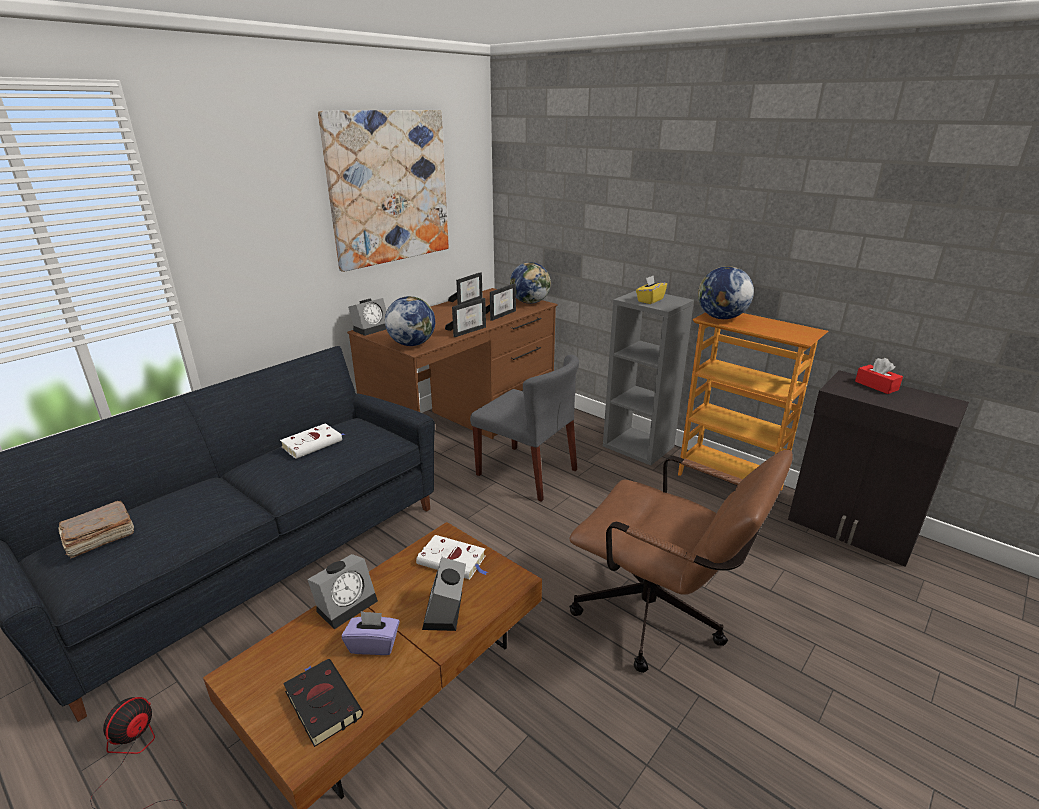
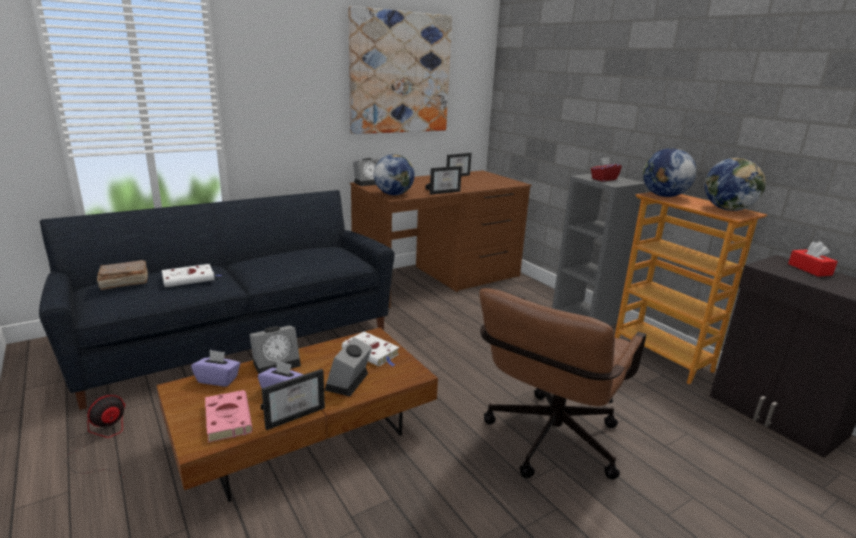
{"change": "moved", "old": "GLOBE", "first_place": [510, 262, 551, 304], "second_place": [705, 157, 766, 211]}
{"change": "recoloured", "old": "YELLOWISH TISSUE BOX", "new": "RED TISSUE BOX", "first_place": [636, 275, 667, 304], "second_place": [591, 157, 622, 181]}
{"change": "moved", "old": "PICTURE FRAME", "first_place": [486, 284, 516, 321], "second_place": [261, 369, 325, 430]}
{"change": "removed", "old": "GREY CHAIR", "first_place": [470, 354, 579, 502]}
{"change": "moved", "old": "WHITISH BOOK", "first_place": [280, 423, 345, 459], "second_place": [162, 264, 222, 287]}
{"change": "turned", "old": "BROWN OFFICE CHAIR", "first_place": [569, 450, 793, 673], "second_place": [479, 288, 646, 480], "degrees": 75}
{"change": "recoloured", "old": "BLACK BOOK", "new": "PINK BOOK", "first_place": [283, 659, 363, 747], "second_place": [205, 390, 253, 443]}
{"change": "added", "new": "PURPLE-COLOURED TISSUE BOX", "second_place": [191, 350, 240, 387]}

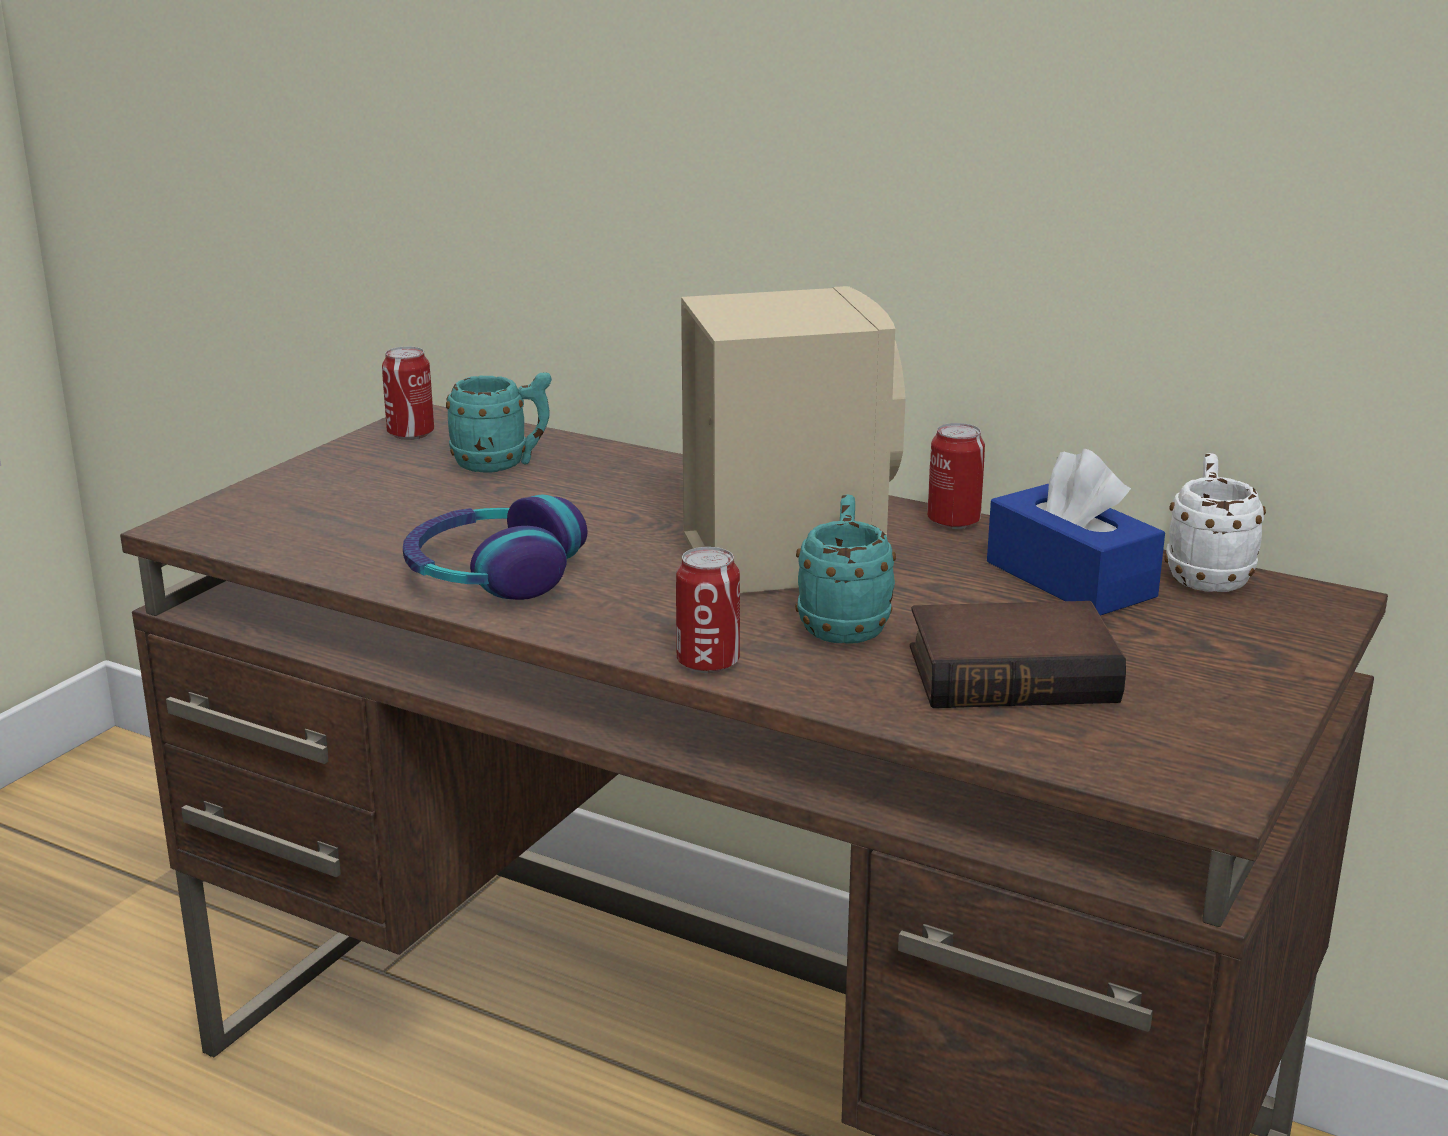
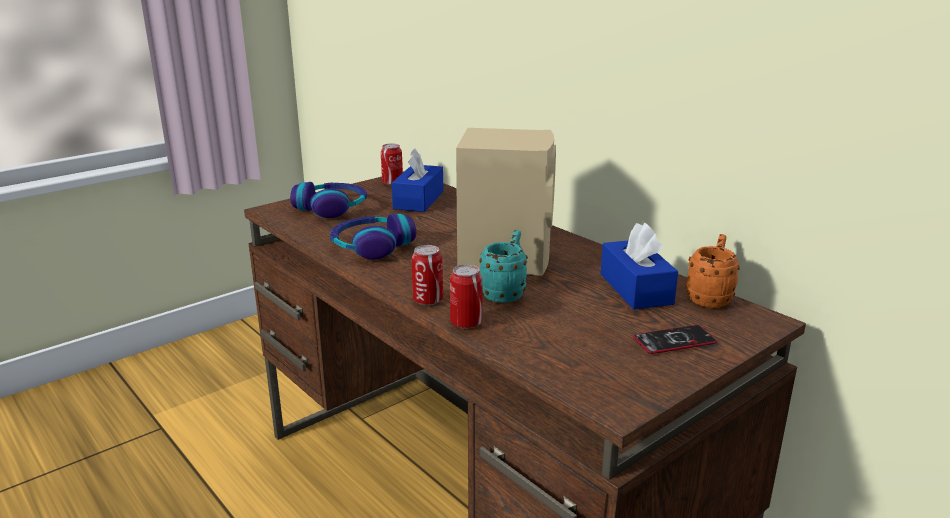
{"change": "replaced", "old": "BLUE-GREEN COFFEE MUG", "new": "BLUE-COLOURED TISSUE BOX", "first_place": [446, 372, 552, 473], "second_place": [392, 148, 443, 212]}
{"change": "moved", "old": "CAN", "first_place": [927, 423, 985, 529], "second_place": [450, 264, 483, 329]}
{"change": "recoloured", "old": "WHITISH COFFEE MUG", "new": "ORANGE-COLOURED COFFEE MUG", "first_place": [1164, 453, 1266, 592], "second_place": [685, 234, 740, 308]}
{"change": "removed", "old": "BOOK", "first_place": [910, 601, 1126, 708]}
{"change": "added", "new": "HEADSET", "second_place": [290, 182, 367, 218]}
{"change": "added", "new": "PHONE", "second_place": [633, 325, 717, 354]}

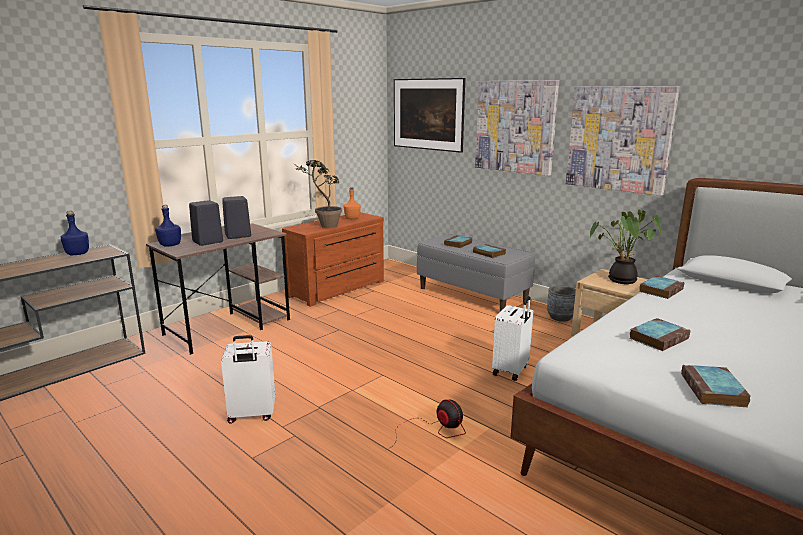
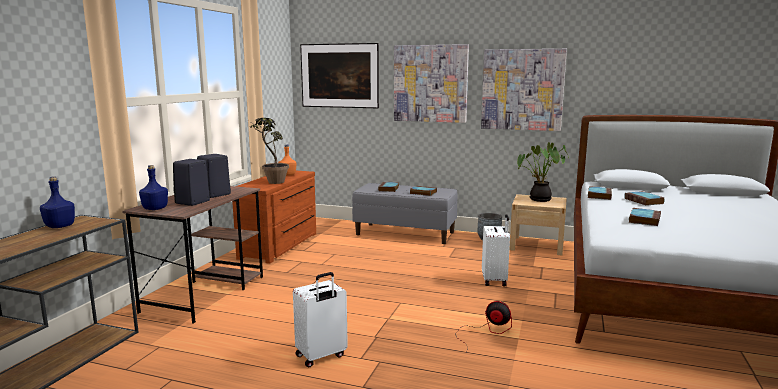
{"change": "moved", "old": "BOOK", "first_place": [681, 365, 750, 407], "second_place": [624, 191, 664, 205]}

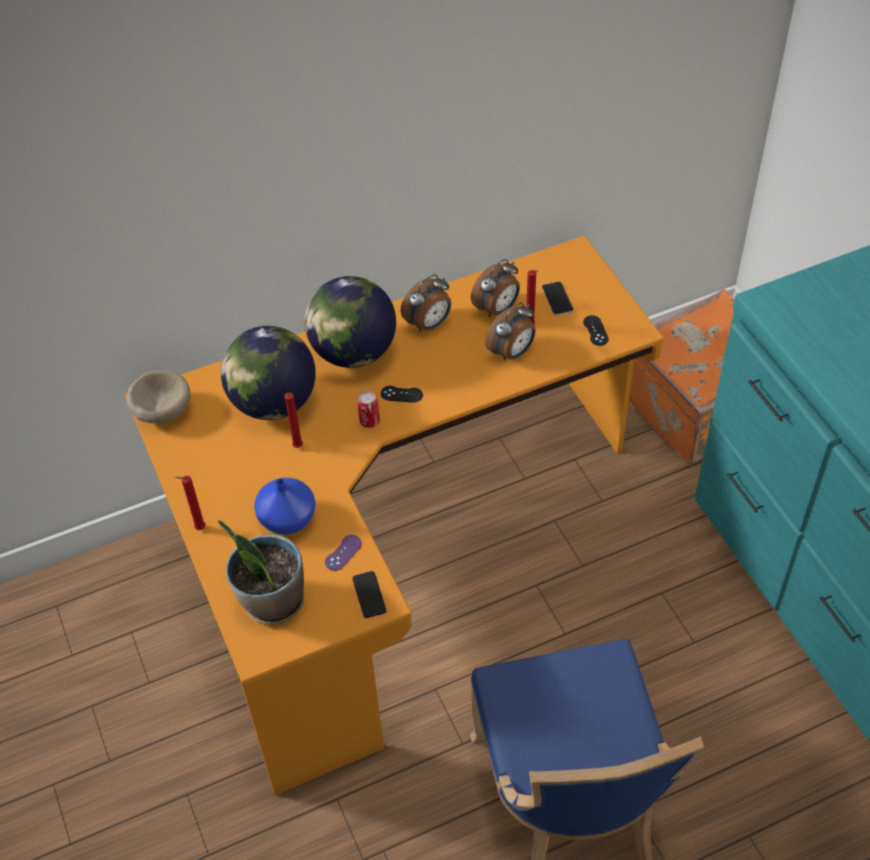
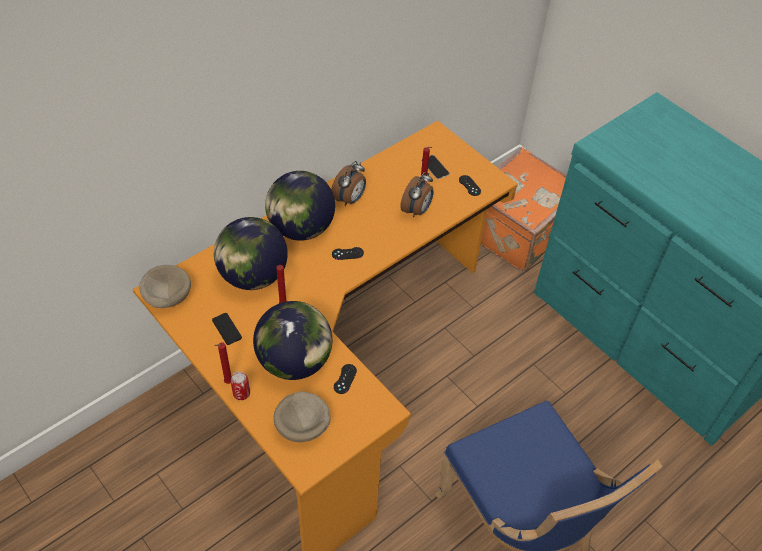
{"change": "removed", "old": "TABLE CLOCK", "first_place": [471, 259, 520, 317]}
{"change": "moved", "old": "CAN", "first_place": [357, 391, 380, 428], "second_place": [231, 371, 250, 400]}
{"change": "replaced", "old": "BLUE-COLOURED VASE", "new": "GLOBE", "first_place": [254, 478, 315, 535], "second_place": [253, 301, 332, 380]}
{"change": "replaced", "old": "PLANT IN A POT", "new": "BEIGE DEEP DISH", "first_place": [218, 520, 304, 624], "second_place": [274, 391, 331, 442]}
{"change": "recoloured", "old": "PURPLE-COLOURED JOYPAD", "new": "BLACK JOYPAD", "first_place": [325, 535, 362, 571], "second_place": [334, 364, 357, 394]}
{"change": "moved", "old": "PHONE", "first_place": [352, 571, 386, 618], "second_place": [212, 313, 242, 345]}

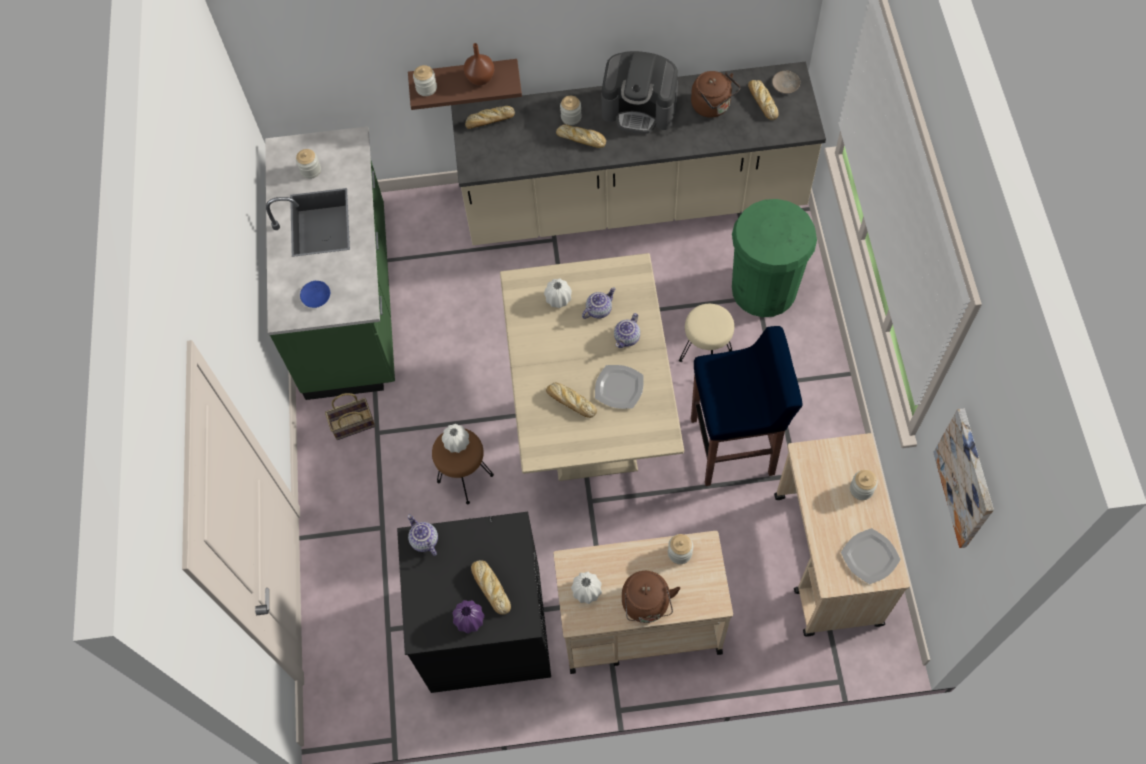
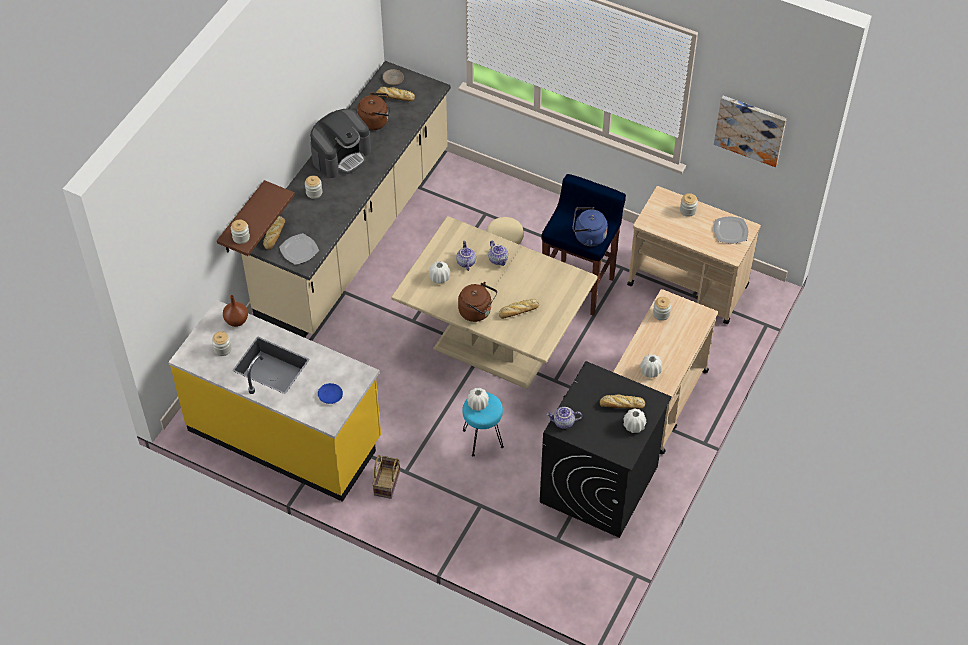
{"change": "moved", "old": "BROWN VASE", "first_place": [464, 43, 495, 85], "second_place": [223, 295, 248, 327]}
{"change": "removed", "old": "BREAD", "first_place": [556, 124, 606, 148]}
{"change": "recoloured", "old": "GREENISH COUNTER", "new": "YELLOWISH COUNTER", "first_place": [265, 126, 395, 400], "second_place": [168, 300, 381, 502]}
{"change": "removed", "old": "GREENISH RUBBISH BIN", "first_place": [732, 199, 817, 317]}
{"change": "moved", "old": "DINNER PLATE", "first_place": [595, 365, 644, 409], "second_place": [279, 233, 319, 265]}
{"change": "recoloured", "old": "BROWN STOOL", "new": "BLUE-GREEN STOOL", "first_place": [432, 429, 494, 504], "second_place": [462, 392, 504, 456]}
{"change": "moved", "old": "BROWN TEA KETTLE", "first_place": [622, 571, 680, 623], "second_place": [458, 282, 497, 322]}
{"change": "recoloured", "old": "PURPLE-COLOURED VASE", "new": "WHITISH VASE", "first_place": [453, 600, 485, 634], "second_place": [623, 408, 646, 433]}
{"change": "added", "new": "BLUE-COLOURED TEA KETTLE", "second_place": [572, 207, 608, 246]}

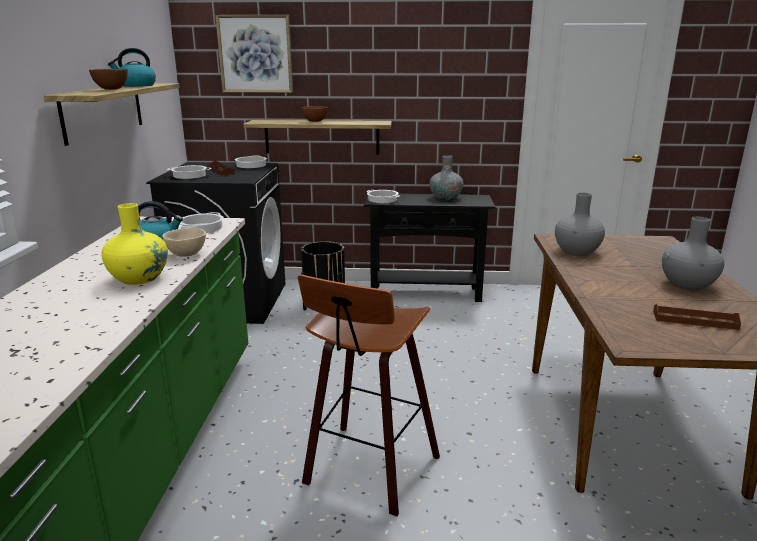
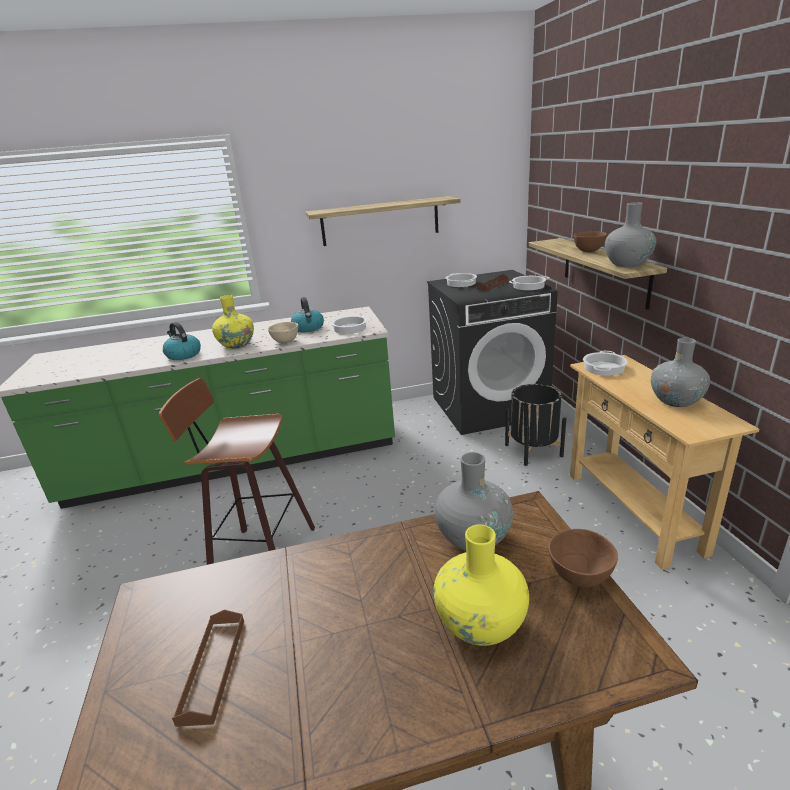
{"change": "removed", "old": "WALL ART", "first_place": [215, 15, 293, 93]}
{"change": "moved", "old": "TEA KETTLE", "first_place": [108, 48, 156, 87], "second_place": [163, 322, 201, 360]}
{"change": "moved", "old": "BROWN DEEP DISH", "first_place": [89, 69, 128, 90], "second_place": [548, 529, 618, 587]}
{"change": "recoloured", "old": "BLACK HALL TABLE", "new": "BEIGE HALL TABLE", "first_place": [364, 194, 495, 302], "second_place": [570, 355, 759, 570]}
{"change": "moved", "old": "GREY VASE", "first_place": [662, 217, 724, 290], "second_place": [605, 202, 656, 267]}
{"change": "added", "new": "YELLOWISH VASE", "second_place": [433, 524, 529, 646]}

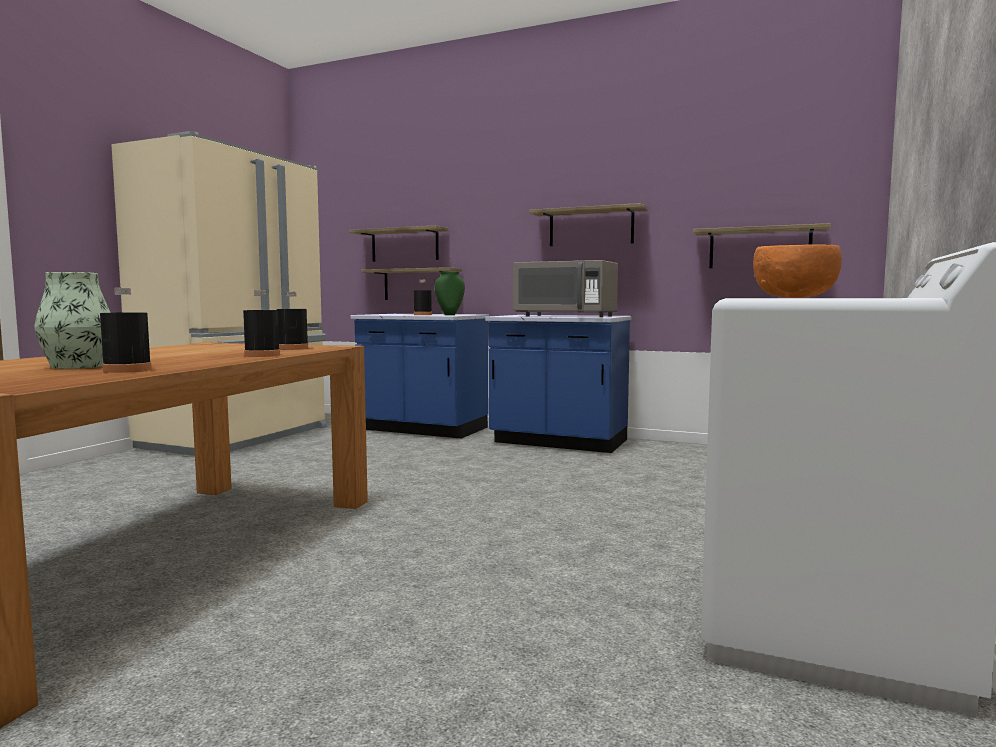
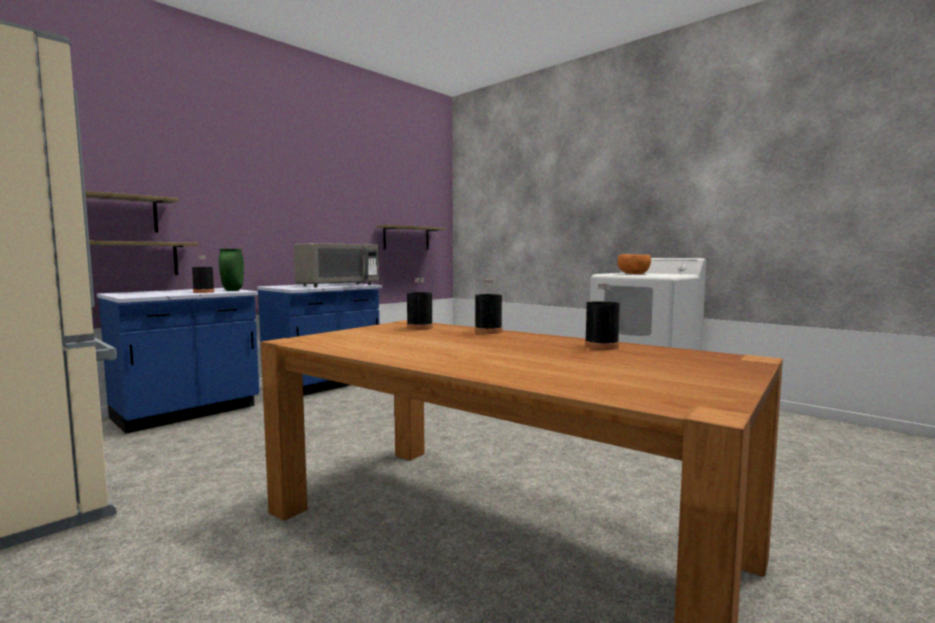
{"change": "removed", "old": "BRACKET SHELF", "first_place": [529, 203, 648, 246]}
{"change": "removed", "old": "VASE", "first_place": [34, 272, 111, 369]}

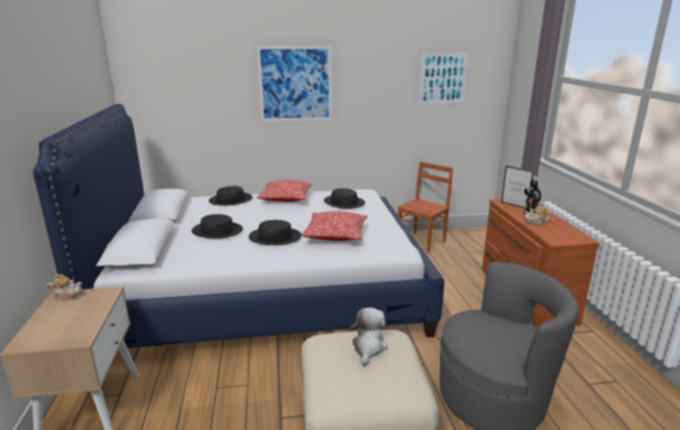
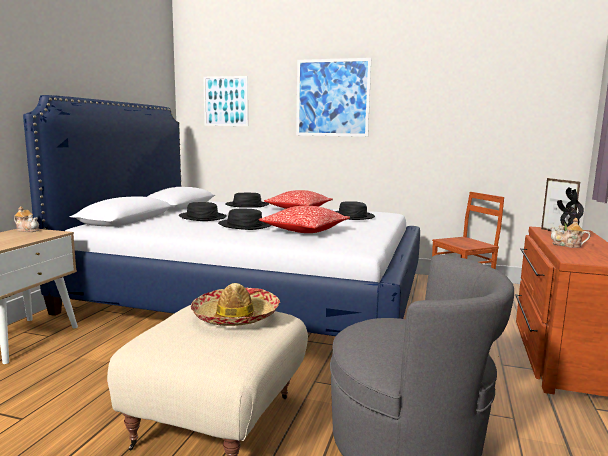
{"change": "moved", "old": "WALL ART", "first_place": [418, 53, 468, 104], "second_place": [203, 76, 248, 126]}
{"change": "replaced", "old": "CUDDLY TOY", "new": "HAT", "first_place": [351, 307, 387, 366], "second_place": [191, 283, 280, 326]}

